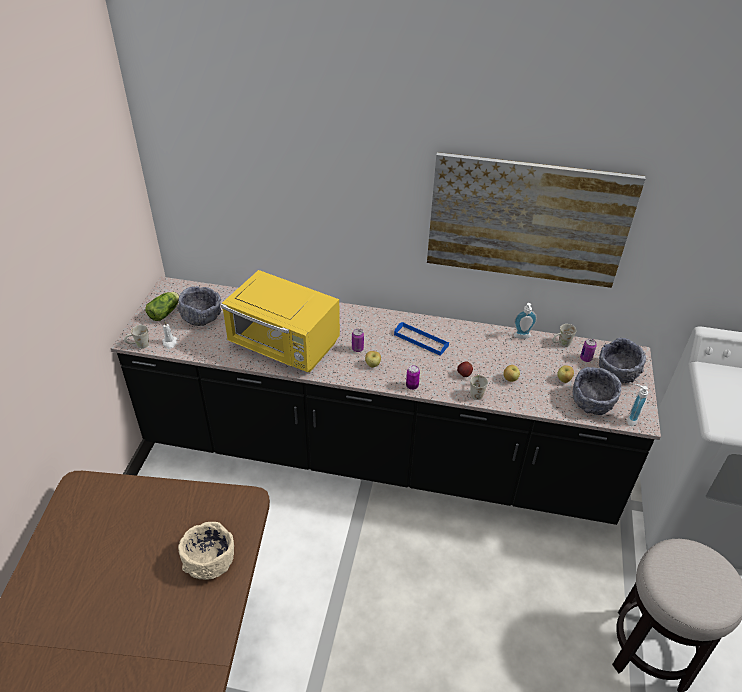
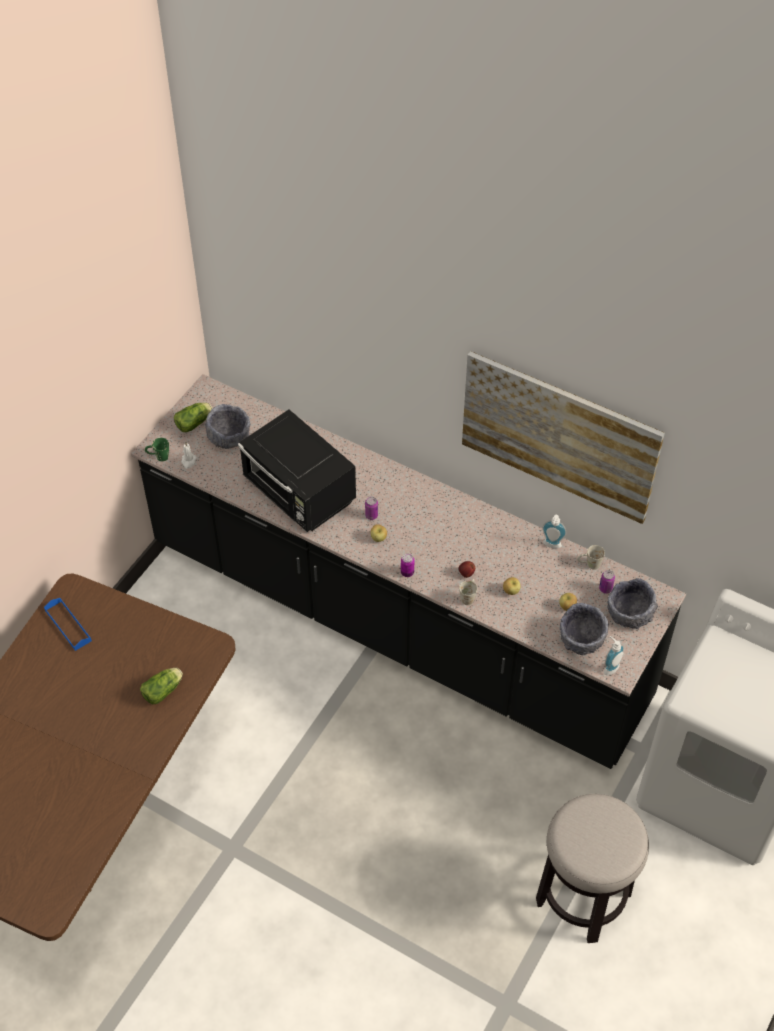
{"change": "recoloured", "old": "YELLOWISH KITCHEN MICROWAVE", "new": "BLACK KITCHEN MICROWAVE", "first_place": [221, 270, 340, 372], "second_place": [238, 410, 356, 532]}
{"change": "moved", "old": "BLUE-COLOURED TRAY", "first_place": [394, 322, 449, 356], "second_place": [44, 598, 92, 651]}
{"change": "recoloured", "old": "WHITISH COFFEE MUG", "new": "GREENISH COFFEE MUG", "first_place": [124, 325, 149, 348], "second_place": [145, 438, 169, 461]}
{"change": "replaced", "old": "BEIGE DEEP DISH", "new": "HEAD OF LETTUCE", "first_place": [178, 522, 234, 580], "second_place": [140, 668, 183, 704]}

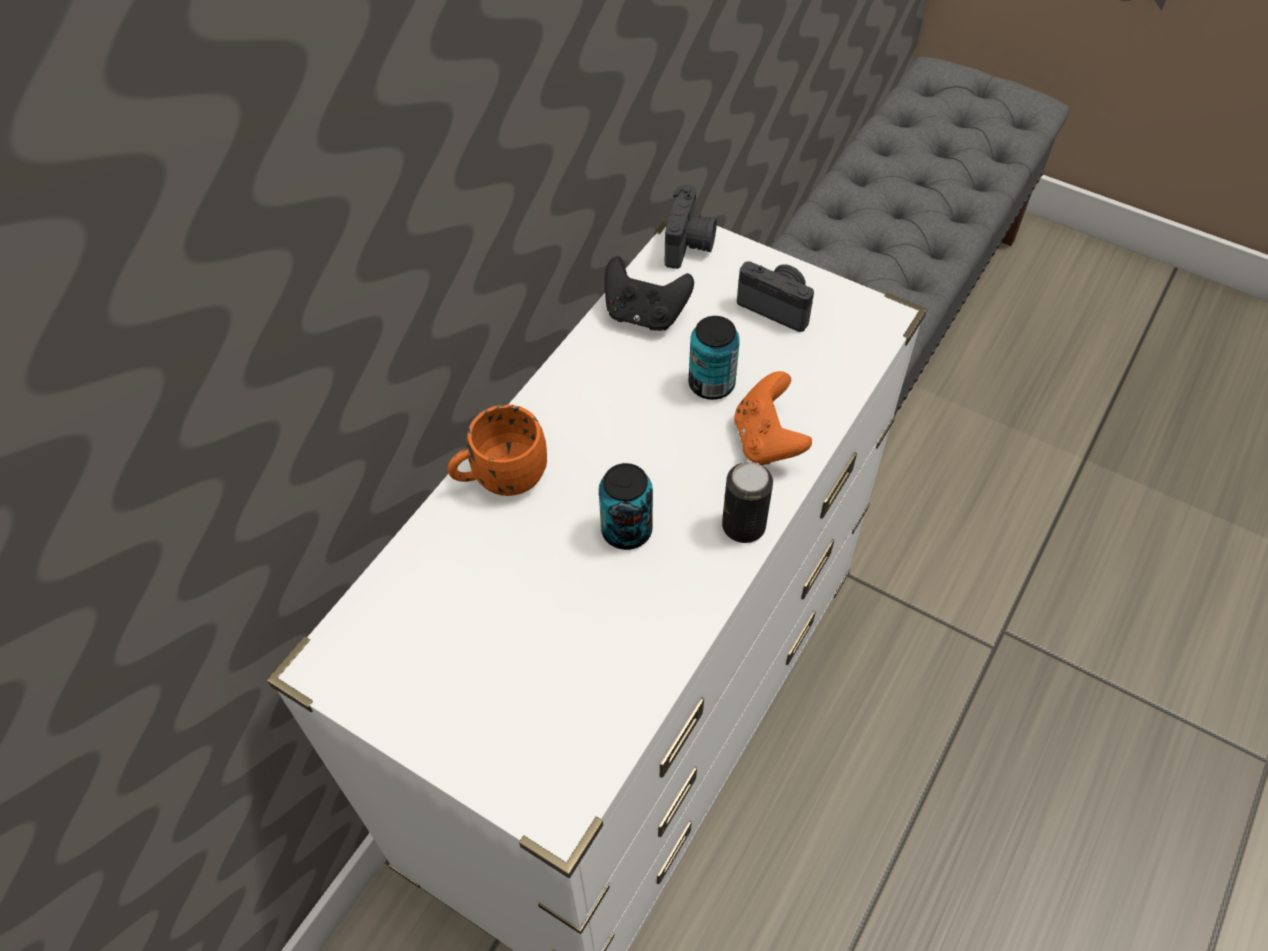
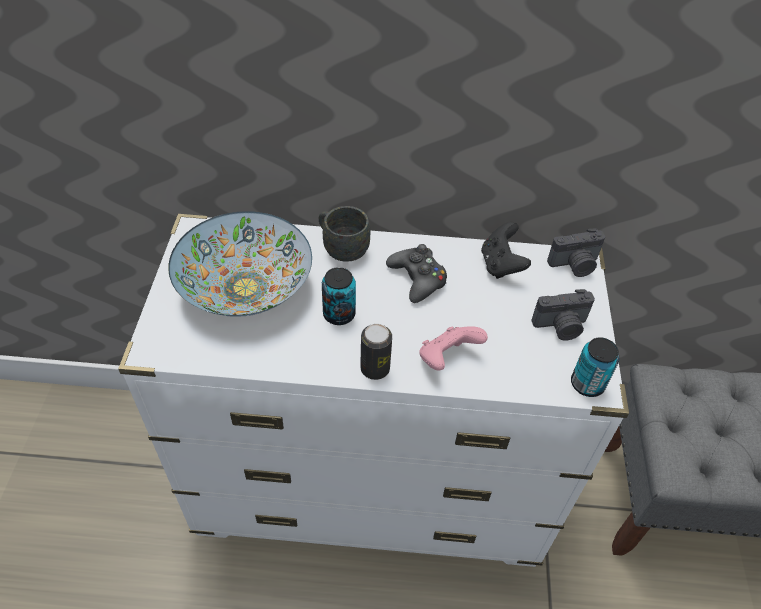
{"change": "turned", "old": "STILL CAMERA", "first_place": [737, 261, 814, 332], "second_place": [531, 289, 595, 341], "degrees": 75}
{"change": "moved", "old": "CAN", "first_place": [689, 316, 740, 400], "second_place": [571, 337, 619, 397]}
{"change": "recoloured", "old": "ORANGE-COLOURED JOYPAD", "new": "PINK JOYPAD", "first_place": [734, 371, 812, 466], "second_place": [419, 326, 488, 371]}
{"change": "recoloured", "old": "ORANGE-COLOURED COFFEE MUG", "new": "GREY COFFEE MUG", "first_place": [448, 404, 547, 496], "second_place": [319, 206, 370, 262]}
{"change": "added", "new": "DEEP DISH", "second_place": [168, 211, 312, 317]}
{"change": "added", "new": "BLACK JOYPAD", "second_place": [386, 244, 447, 303]}

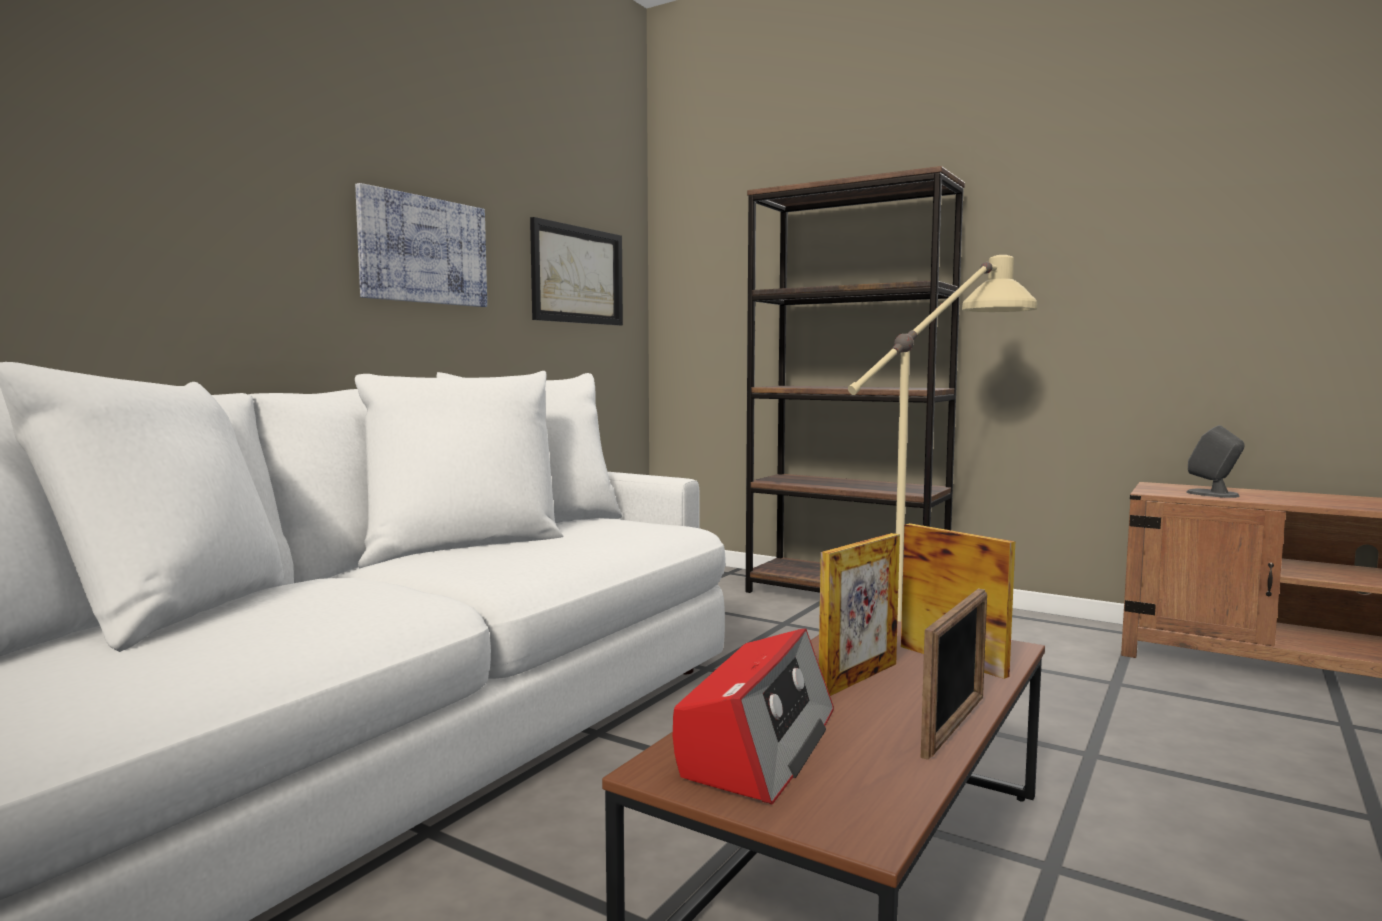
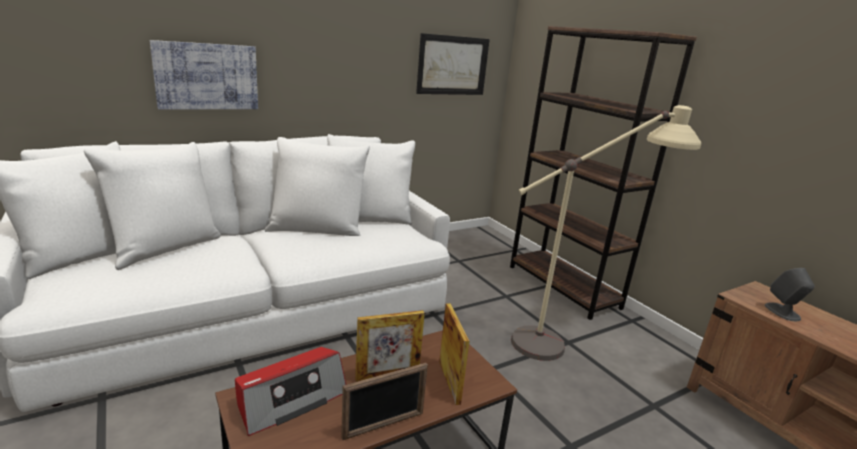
{"change": "moved", "old": "WALL ART", "first_place": [355, 183, 487, 307], "second_place": [150, 40, 258, 109]}

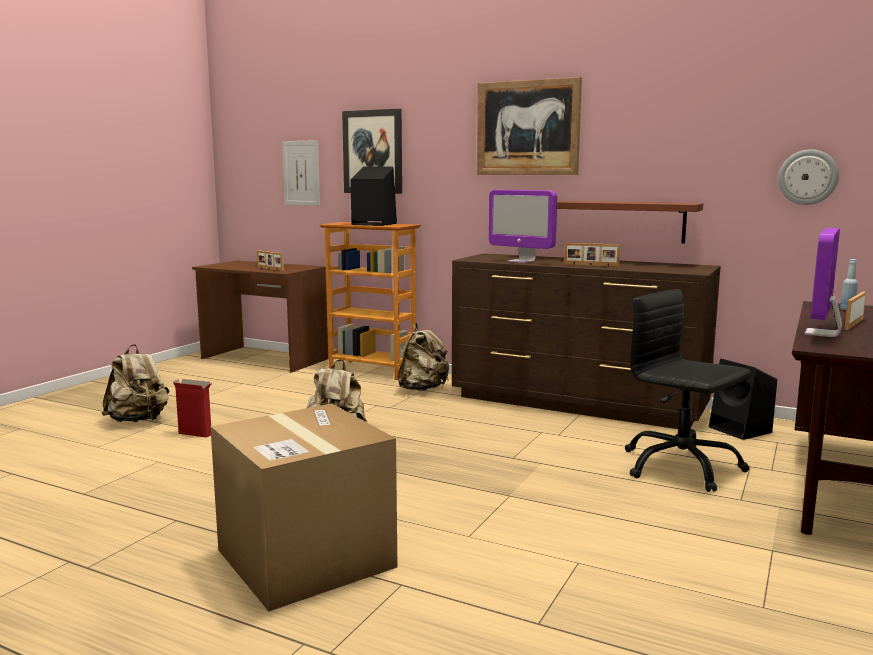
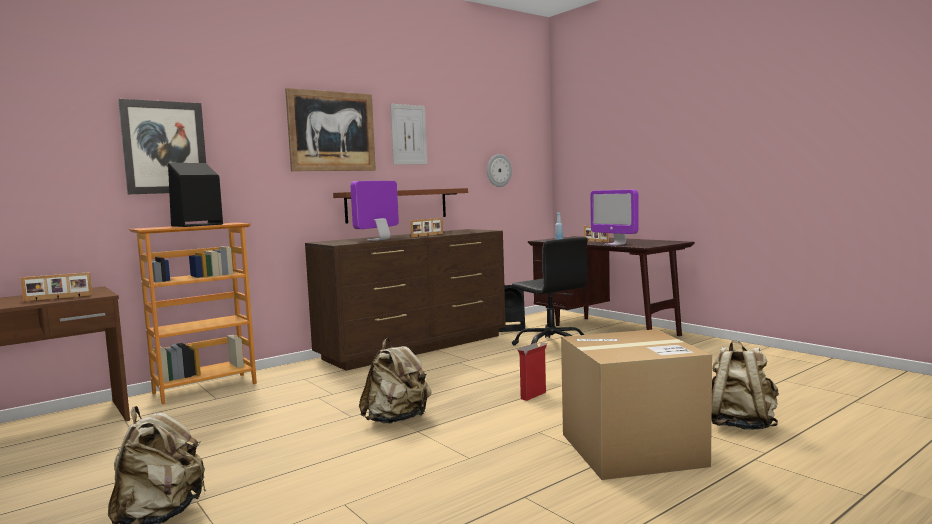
{"change": "moved", "old": "WALL ART", "first_place": [282, 140, 320, 206], "second_place": [390, 104, 427, 165]}
{"change": "turned", "old": "COMPUTER SCREEN", "first_place": [489, 190, 557, 263], "second_place": [351, 181, 399, 241], "degrees": 150}
{"change": "turned", "old": "BLACK OFFICE CHAIR", "first_place": [625, 289, 751, 492], "second_place": [512, 237, 588, 346], "degrees": -105}
{"change": "moved", "old": "BEIGE KNAPSACK", "first_place": [398, 323, 449, 391], "second_place": [712, 340, 779, 430]}
{"change": "moved", "old": "CARTON", "first_place": [173, 379, 212, 438], "second_place": [517, 342, 547, 401]}

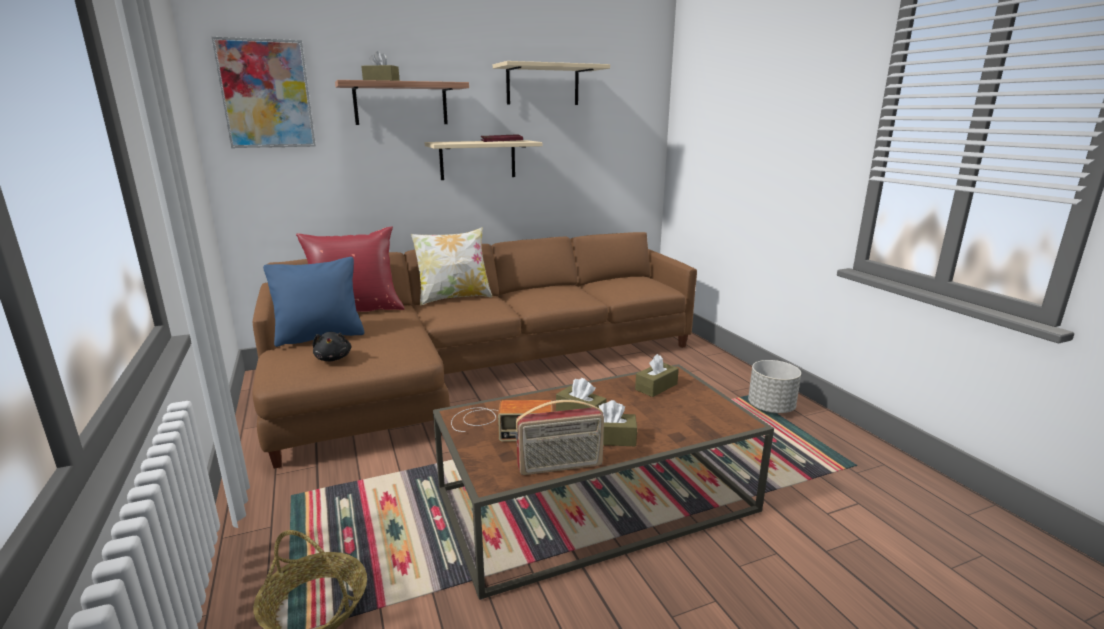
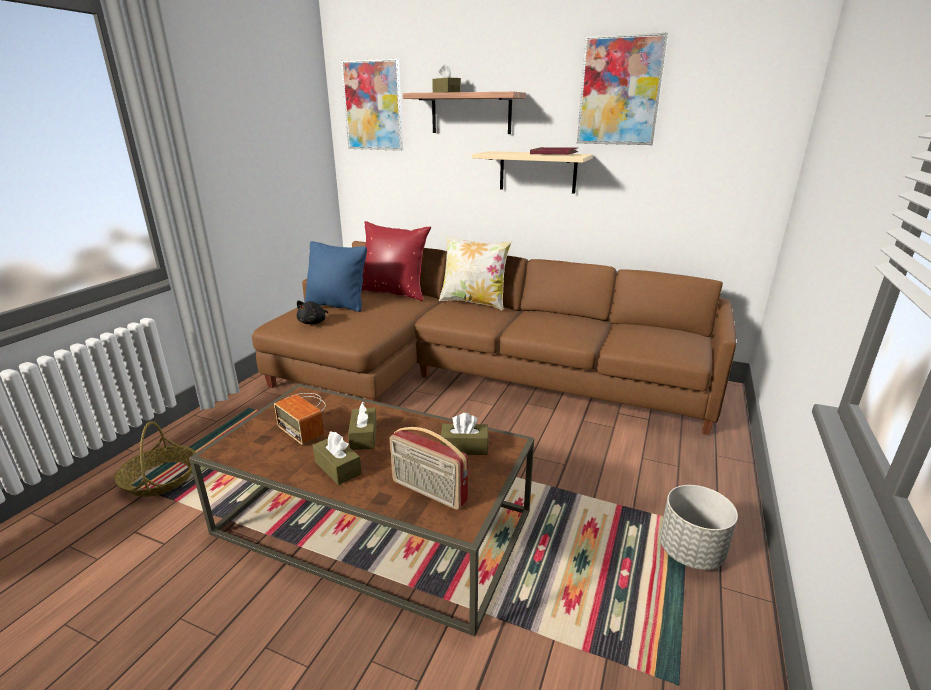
{"change": "replaced", "old": "BEIGE BRACKET SHELF", "new": "WALL ART", "first_place": [493, 61, 610, 105], "second_place": [577, 33, 668, 145]}
{"change": "moved", "old": "RADIO", "first_place": [515, 400, 604, 475], "second_place": [390, 427, 468, 510]}

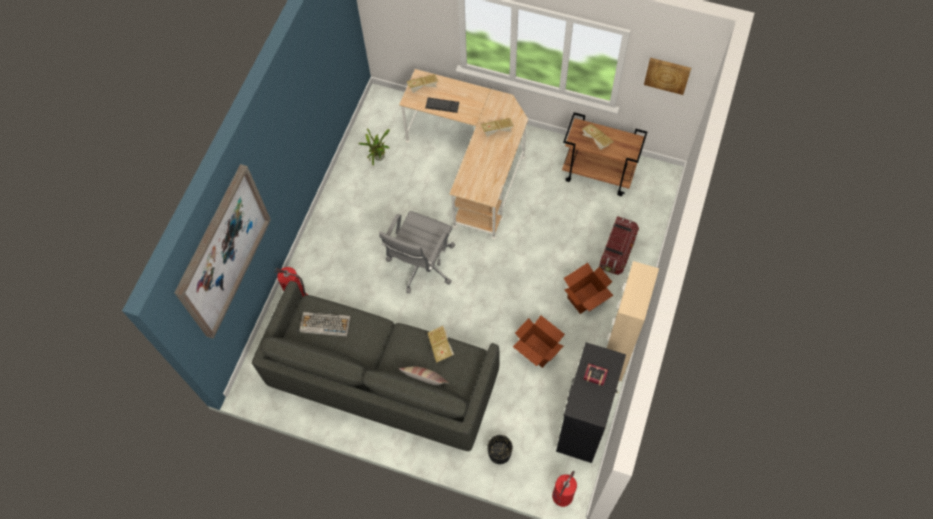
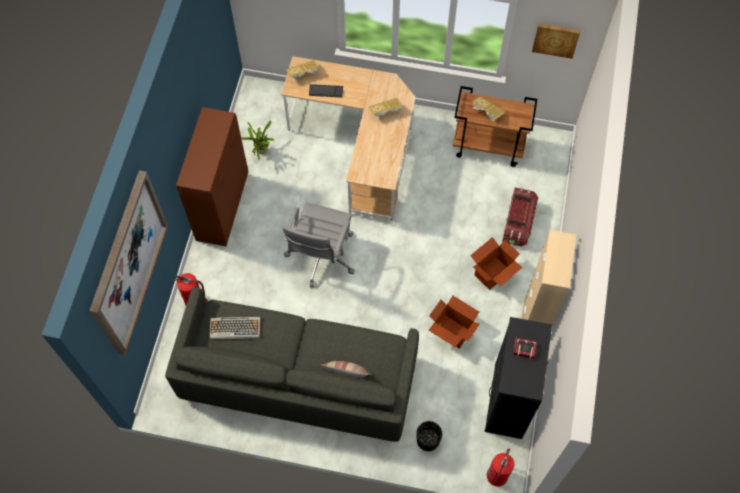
{"change": "removed", "old": "BOOK", "first_place": [428, 326, 454, 363]}
{"change": "added", "new": "BROWN CUPBOARD", "second_place": [176, 107, 248, 246]}

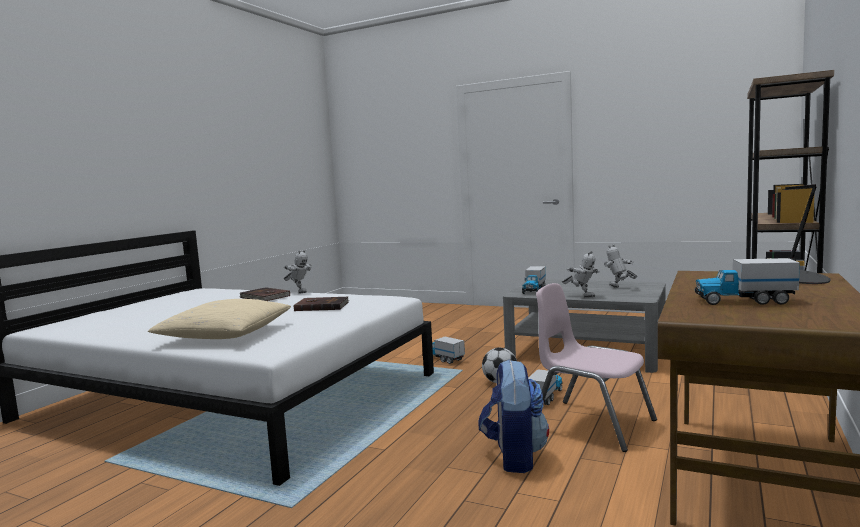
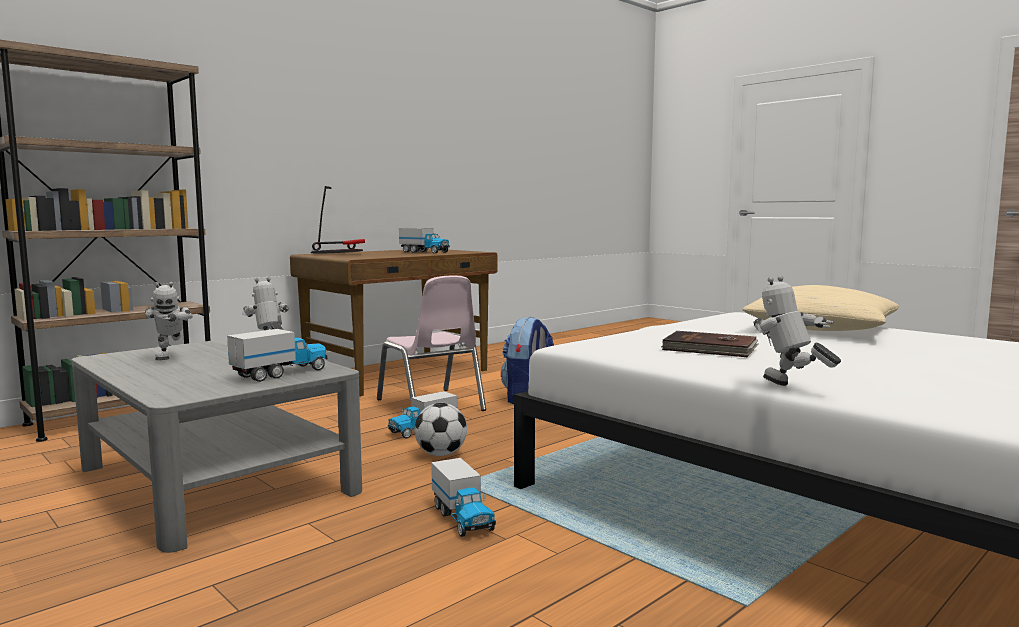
{"change": "removed", "old": "BROWN BOOK", "first_place": [240, 287, 290, 301]}

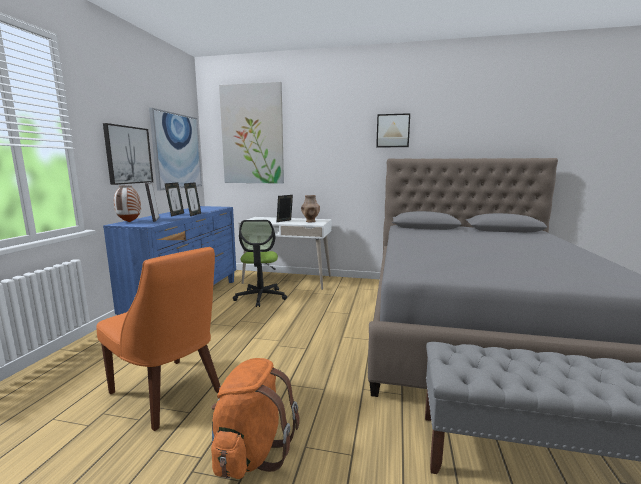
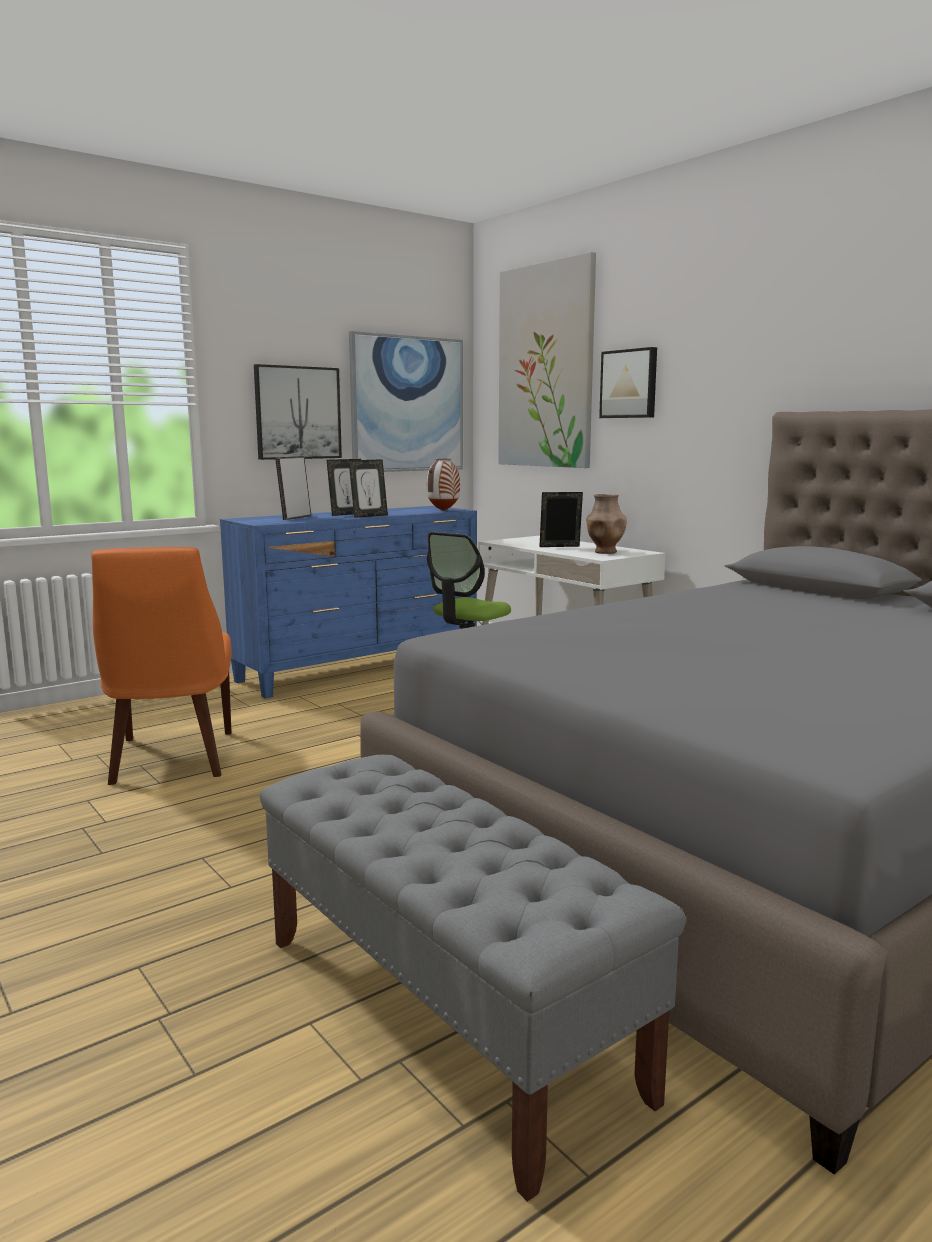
{"change": "moved", "old": "WALL ART", "first_place": [376, 113, 410, 148], "second_place": [599, 347, 657, 418]}
{"change": "moved", "old": "VASE", "first_place": [114, 185, 141, 222], "second_place": [426, 458, 460, 511]}
{"change": "removed", "old": "ORANGE-COLOURED KNAPSACK", "first_place": [211, 358, 300, 479]}

